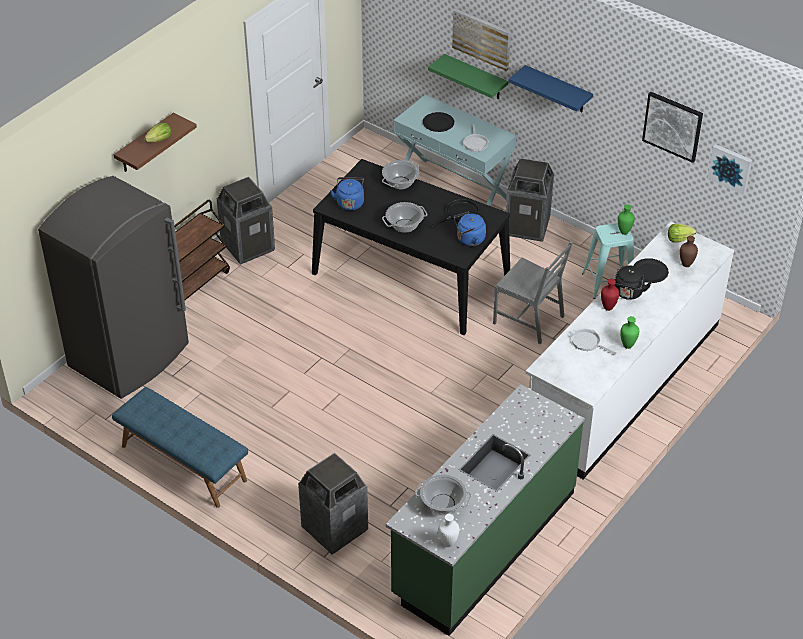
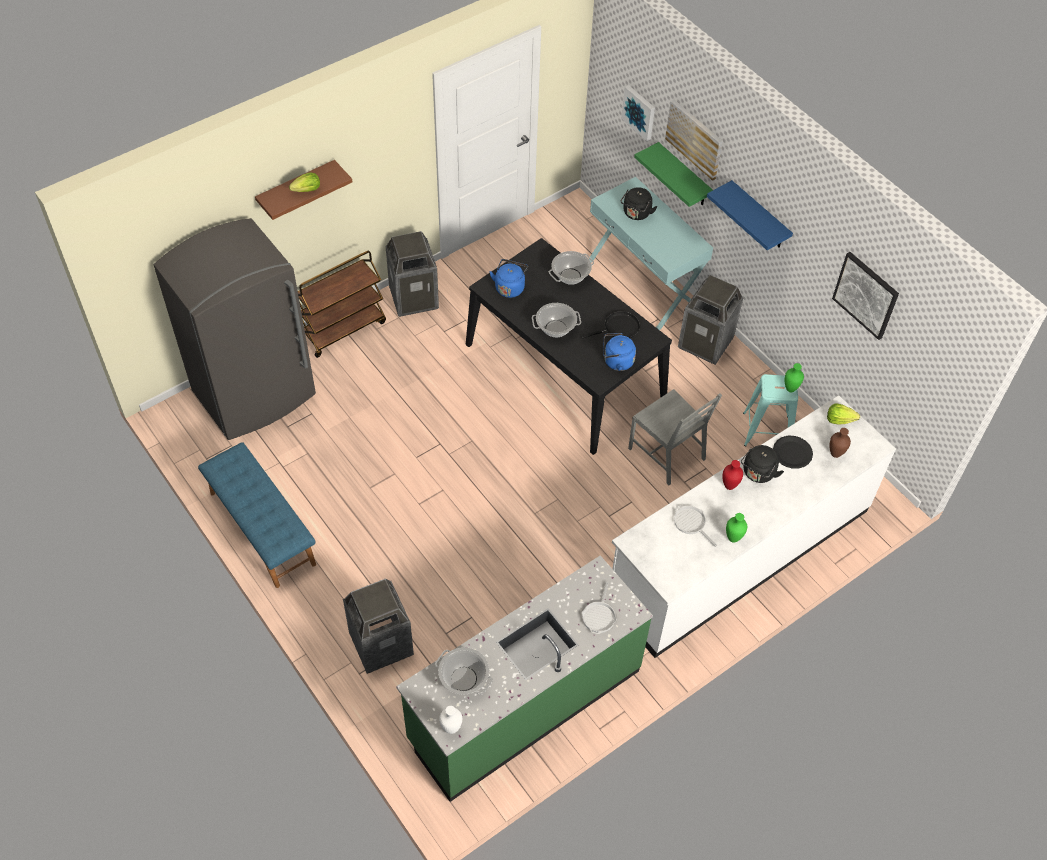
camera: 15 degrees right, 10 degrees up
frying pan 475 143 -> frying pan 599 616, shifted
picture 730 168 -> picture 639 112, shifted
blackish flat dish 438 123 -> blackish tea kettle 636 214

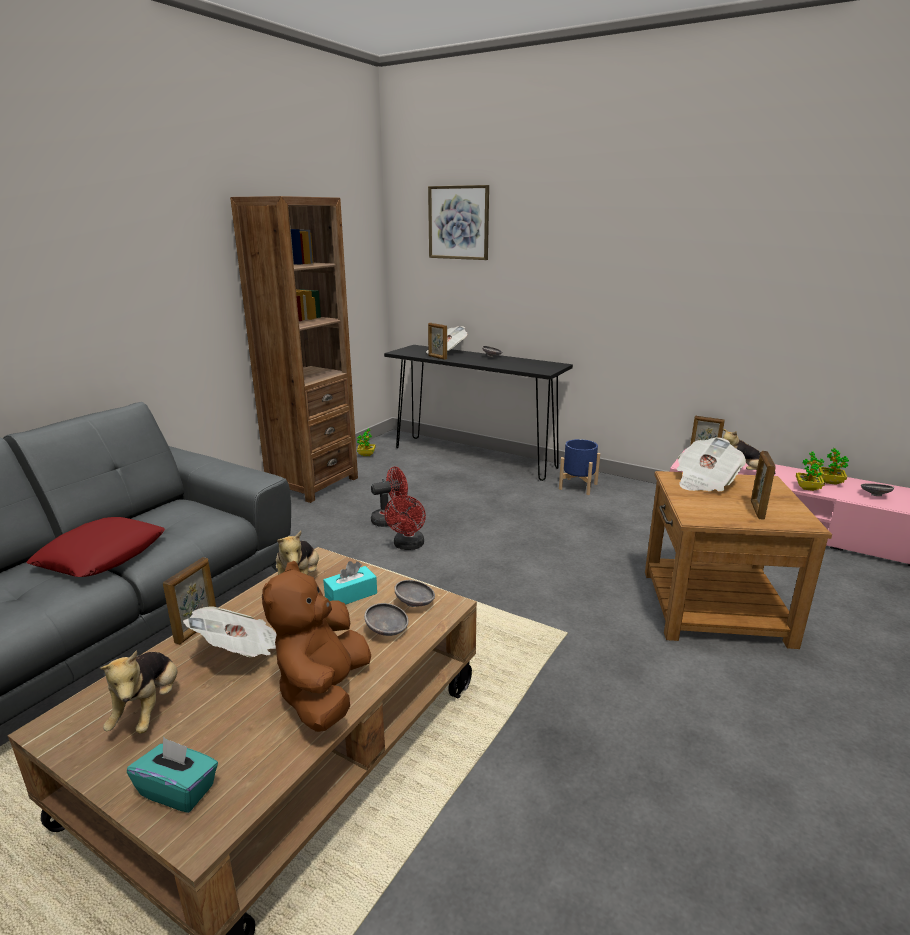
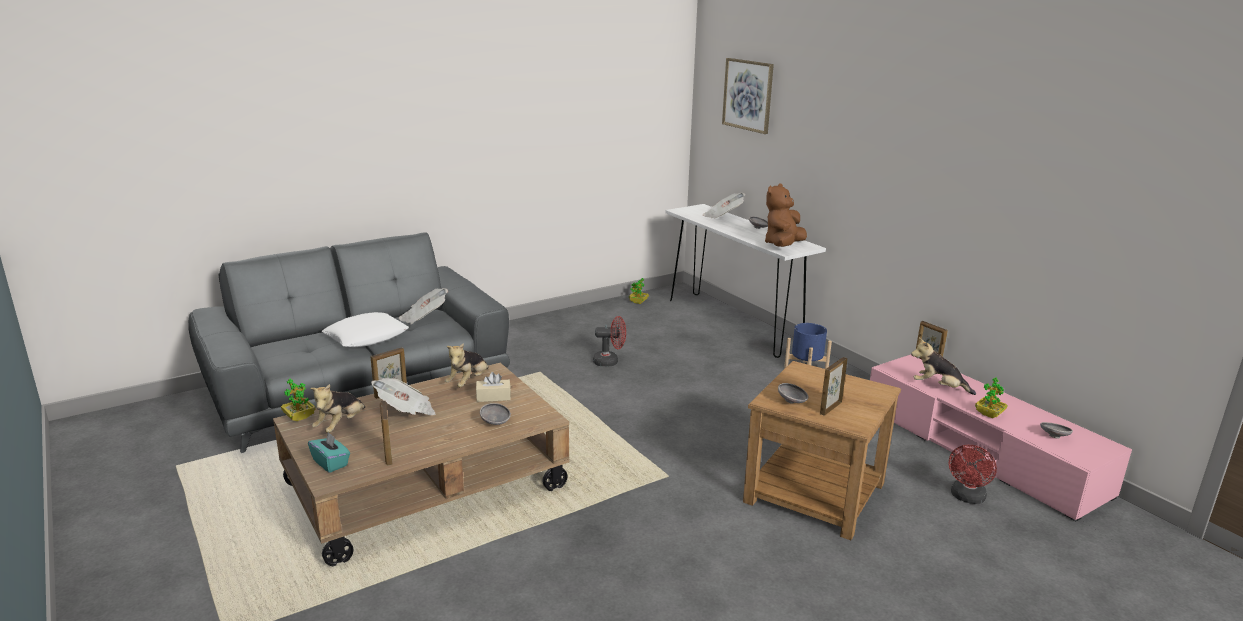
camera: 25 degrees right, 0 degrees up
brownish bookcase 312 483 -> none
brownish cuddly toy 324 693 -> brownish cuddly toy 783 245, shifted
red-coloured electric fan 408 546 -> red-coloured electric fan 967 498, shifted
gray bowl 415 604 -> gray bowl 792 402, shifted
photo frame 437 357 -> photo frame 388 455, shifted
daily paper 704 481 -> daily paper 424 318, shifted
potted plant 830 482 -> potted plant 299 417, shifted
red-coloured throw pillow 102 555 -> whitish throw pillow 366 337
blue-green tissue holder 351 595 -> beige tissue holder 493 397
blackish console table 473 457 -> whitish console table 733 323

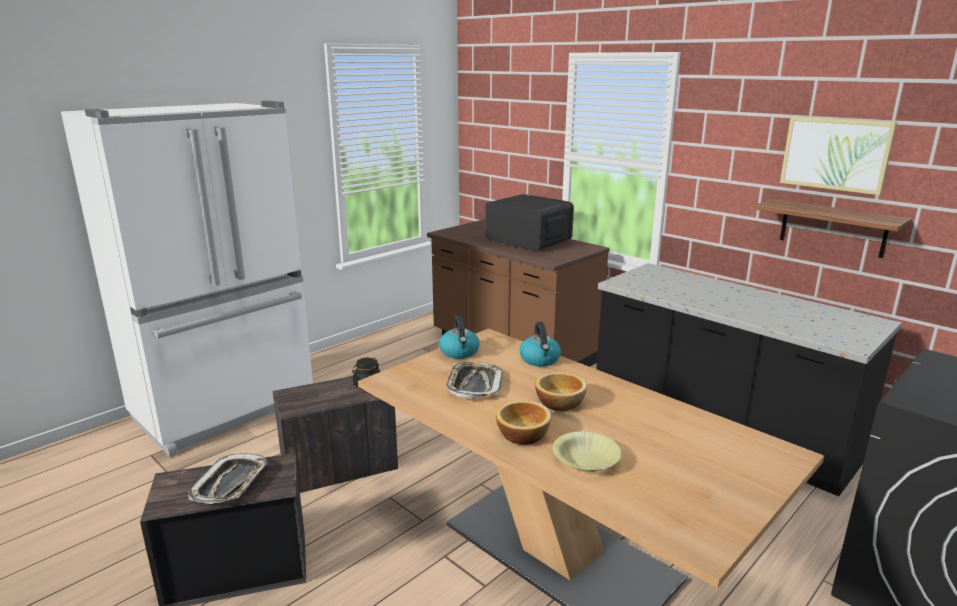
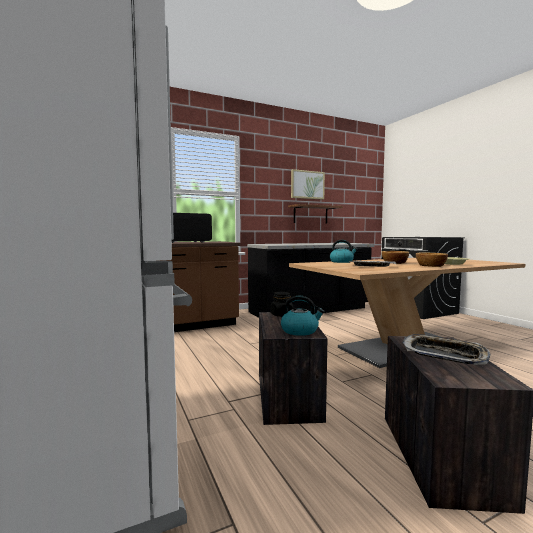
camera: 70 degrees left, 15 degrees down
tea kettle 459 352 -> tea kettle 300 331, shifted

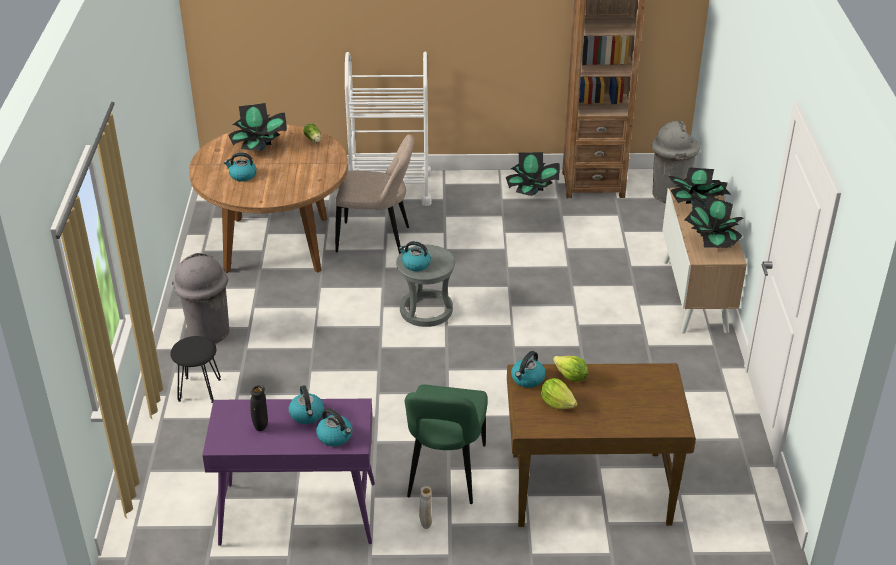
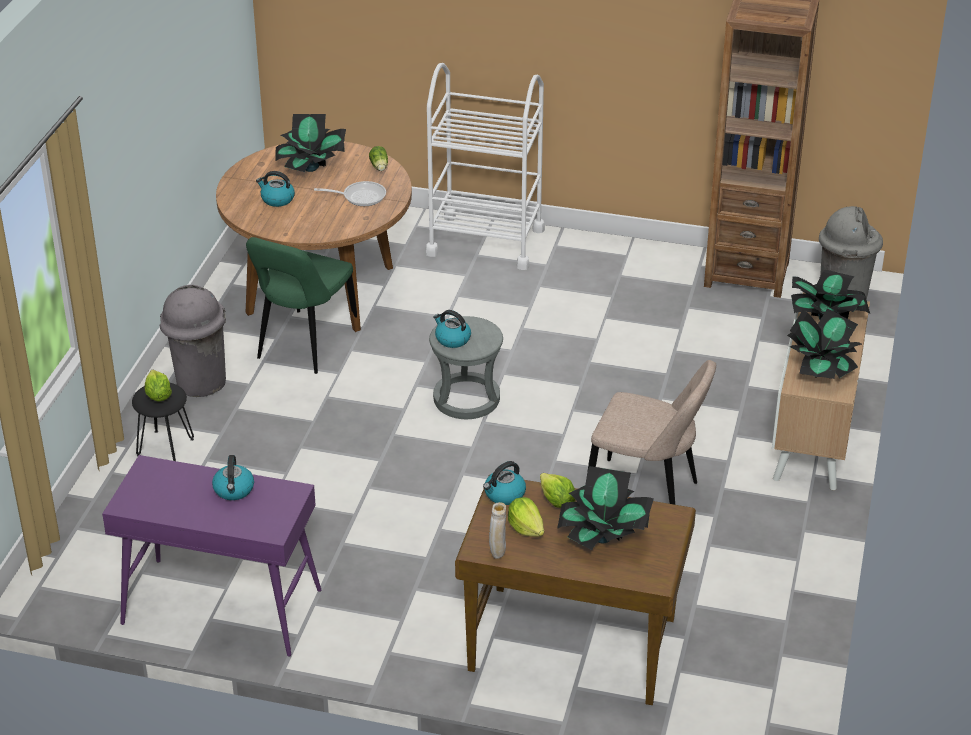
camera: 15 degrees right, 0 degrees up
blackish decorative vase 261 427 -> none
tea kettle 335 436 -> none
none -> lettuce head 158 396
none -> frying pan 360 196
beige chair 377 240 -> beige chair 647 496, shifted
green-coloured chair 445 474 -> green-coloured chair 304 345, shifted
beige decorative vase 425 525 -> beige decorative vase 497 554, shifted
potted plant 532 192 -> potted plant 603 538, shifted

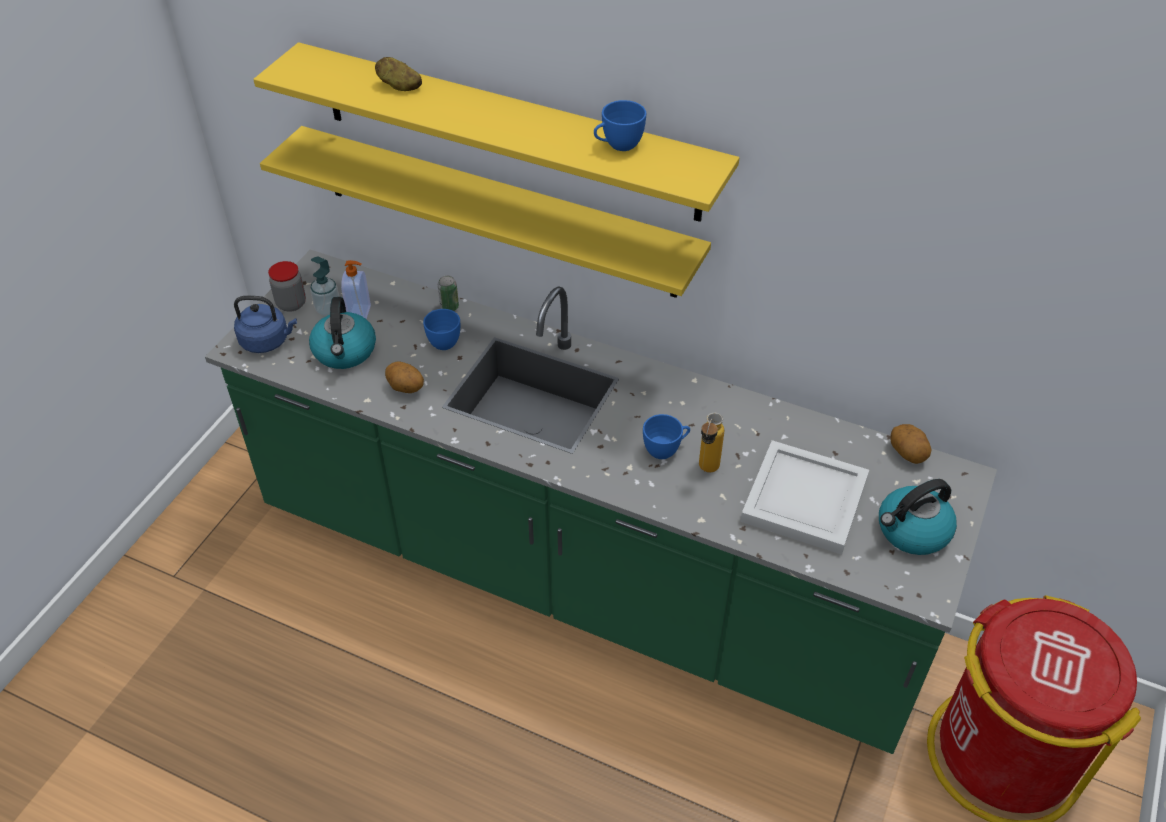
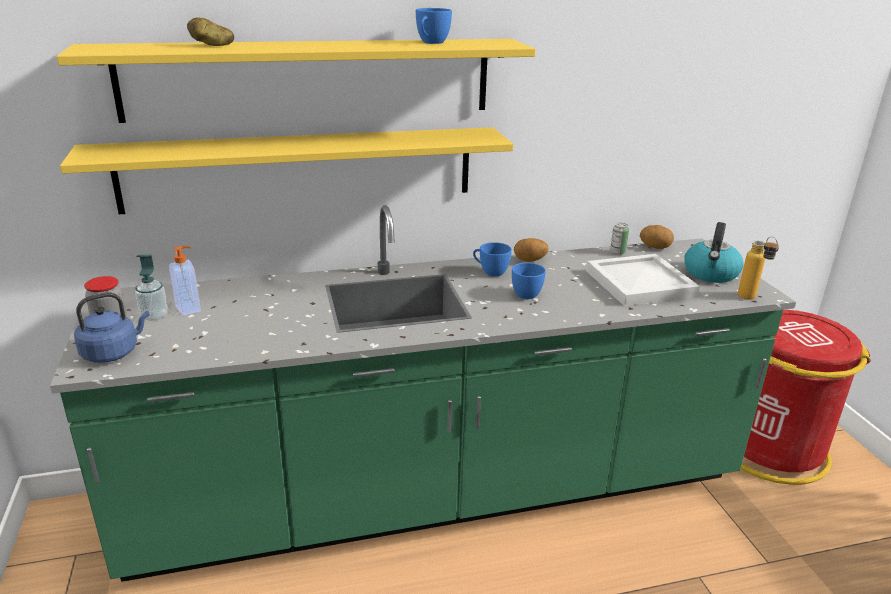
camera: 40 degrees left, 20 degrees down
tea kettle 345 352 -> none
spud 405 388 -> spud 530 260, shifted
blue small cup 442 340 -> blue small cup 490 272, shifted
sealed can 449 307 -> sealed can 617 252, shifted
bottle 706 472 -> bottle 751 299, shifted

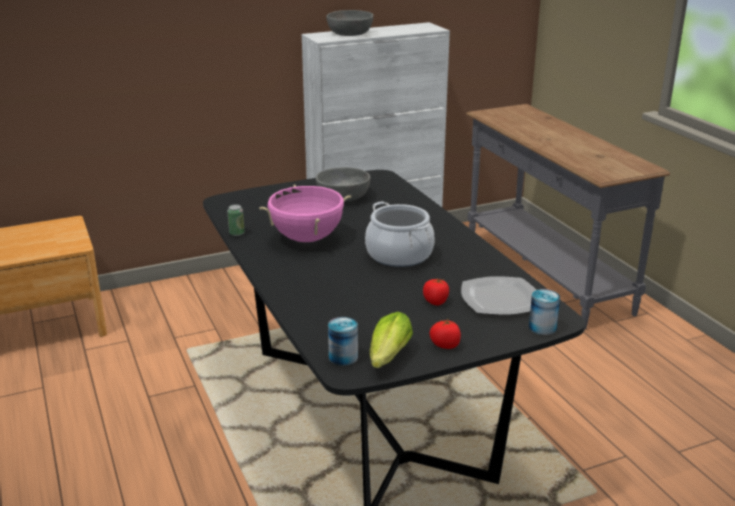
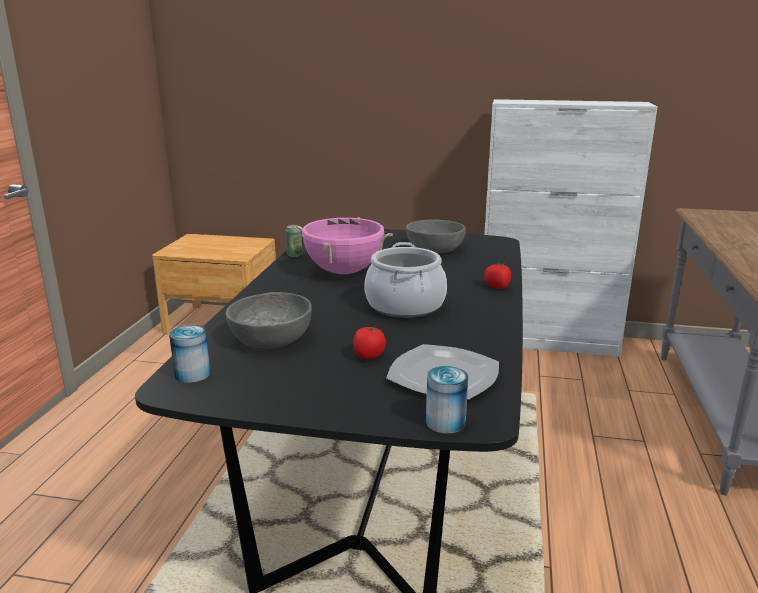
camera: 35 degrees right, 5 degrees down
lettuce head 387 359 -> none
gray bowl 350 33 -> gray bowl 271 339, shifted
whole tomato 445 345 -> whole tomato 497 286, shifted

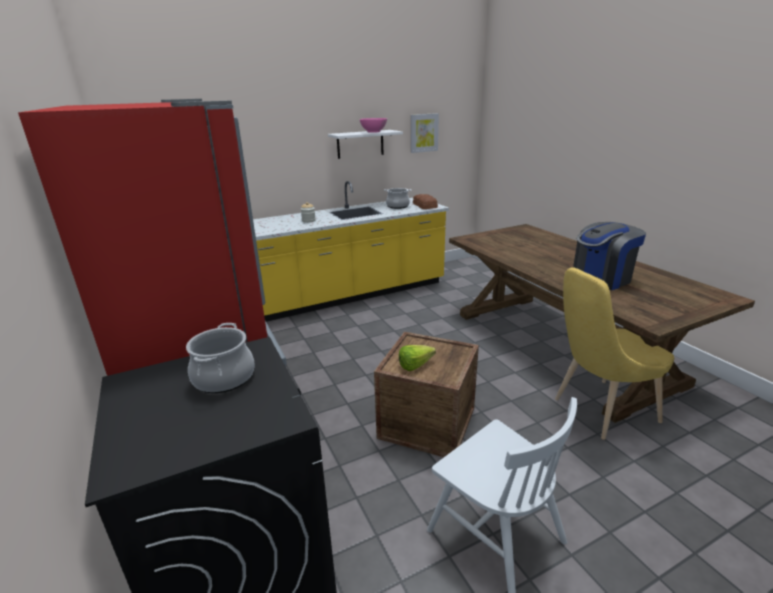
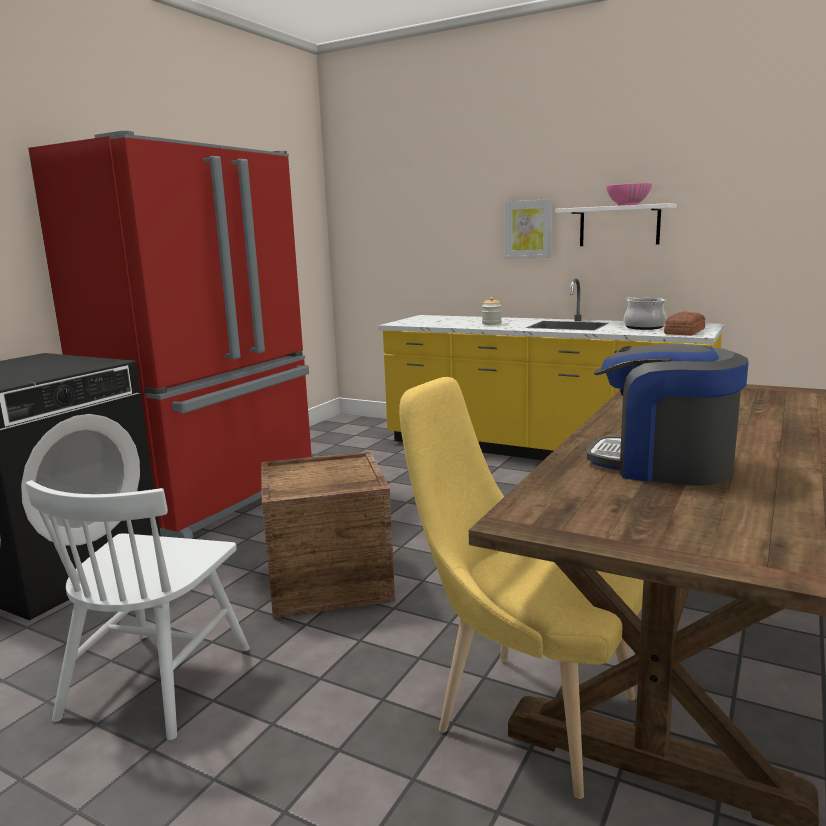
camera: 55 degrees right, 10 degrees down
saucepot 224 378 -> none
lettuce head 418 365 -> none
picture 423 133 -> picture 528 229, shifted

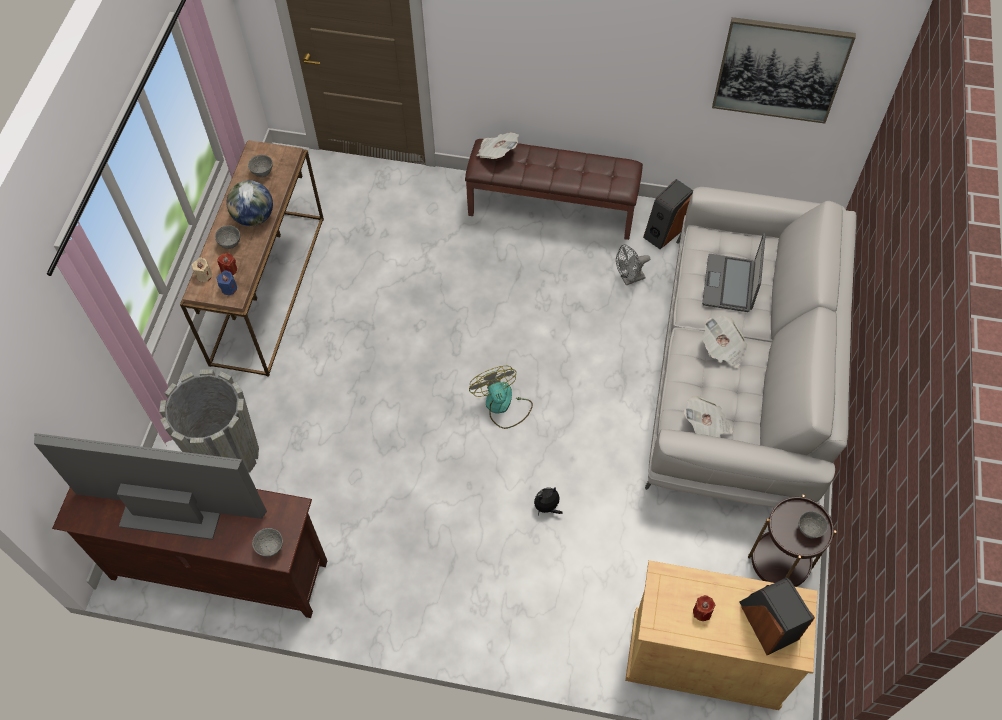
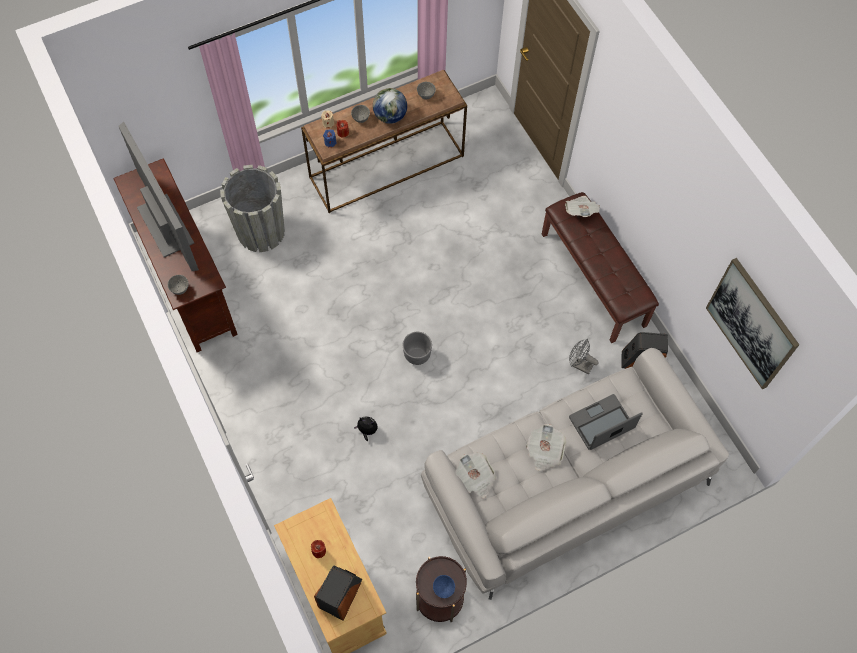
camera: 50 degrees right, 5 degrees up
electric fan 502 405 -> gray flower pot 416 355
gray bowl 809 529 -> blue bowl 444 589

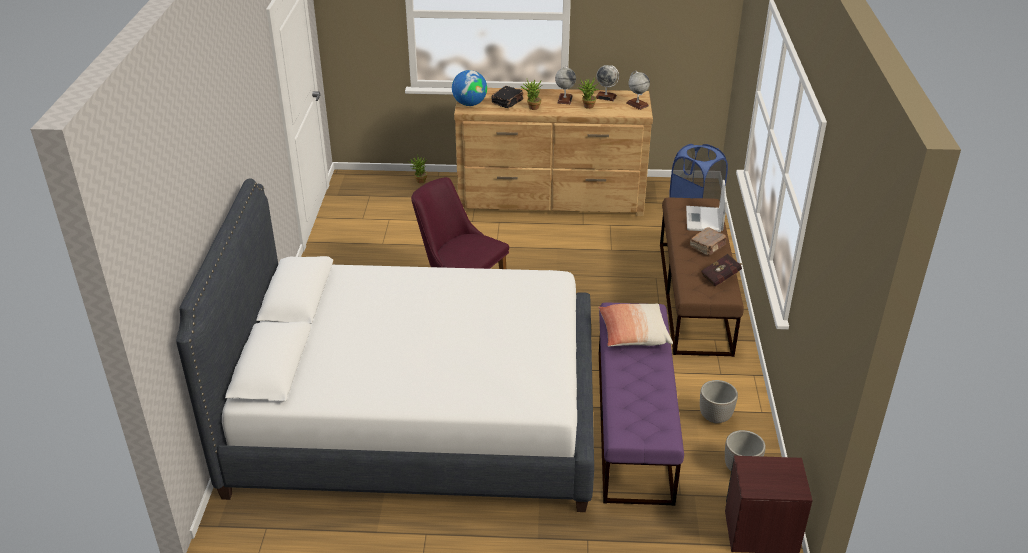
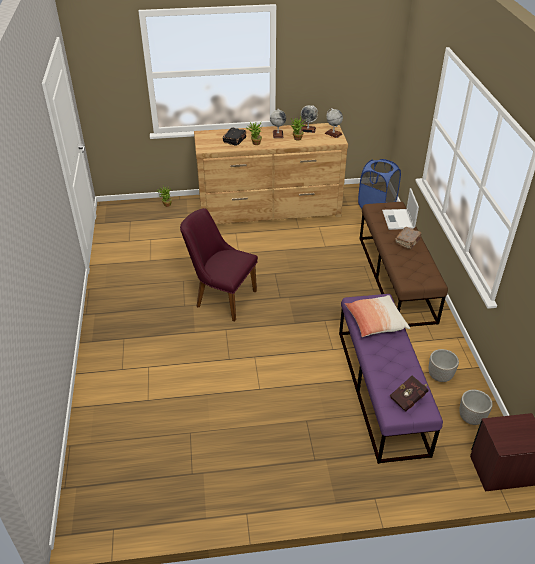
camera: 10 degrees left, 5 degrees up
whitish sleeping bed 416 415 -> none
world globe 469 104 -> none
red-coloured volume 722 278 -> red-coloured volume 409 398, shifted

